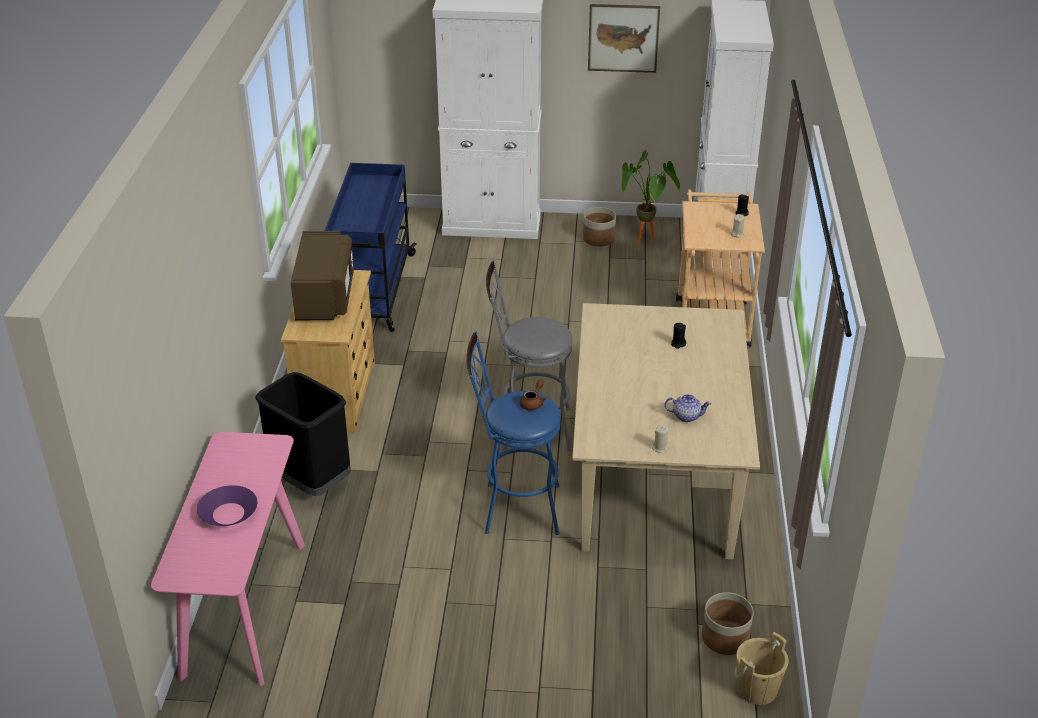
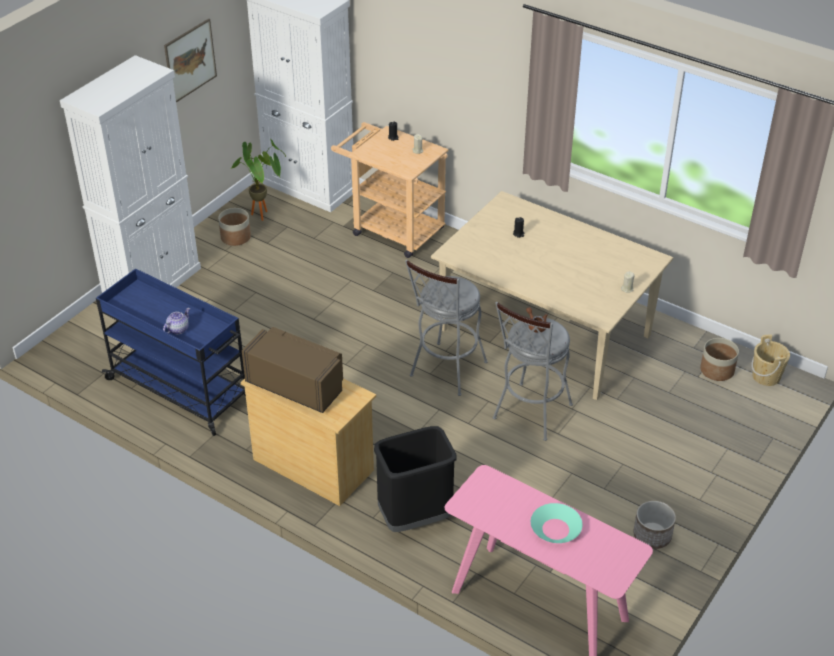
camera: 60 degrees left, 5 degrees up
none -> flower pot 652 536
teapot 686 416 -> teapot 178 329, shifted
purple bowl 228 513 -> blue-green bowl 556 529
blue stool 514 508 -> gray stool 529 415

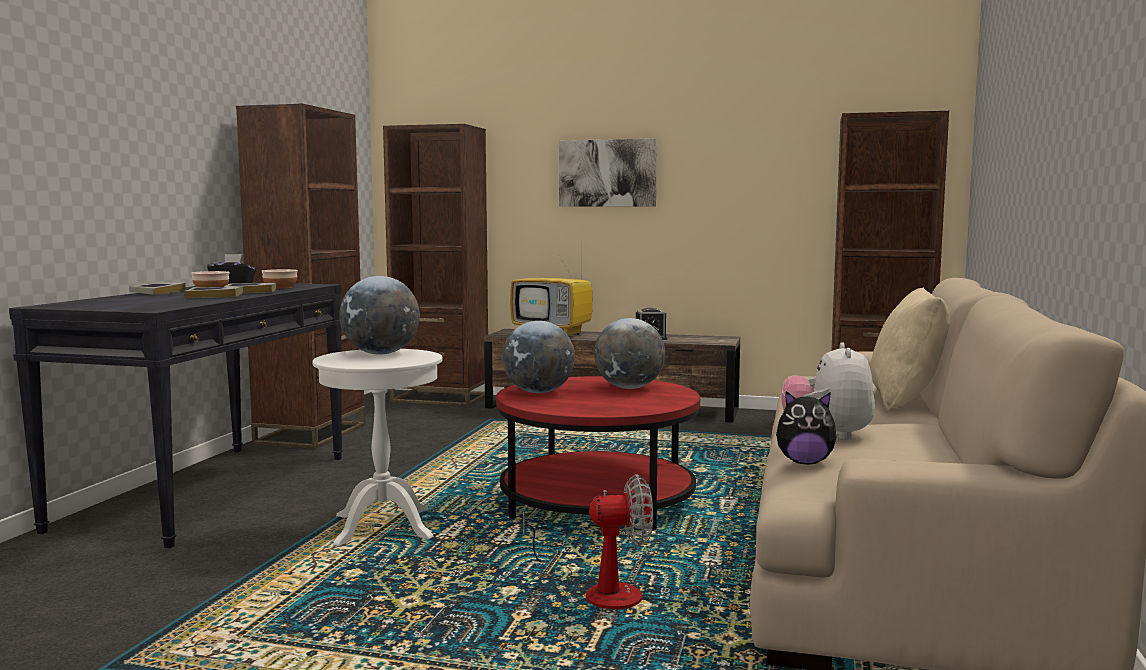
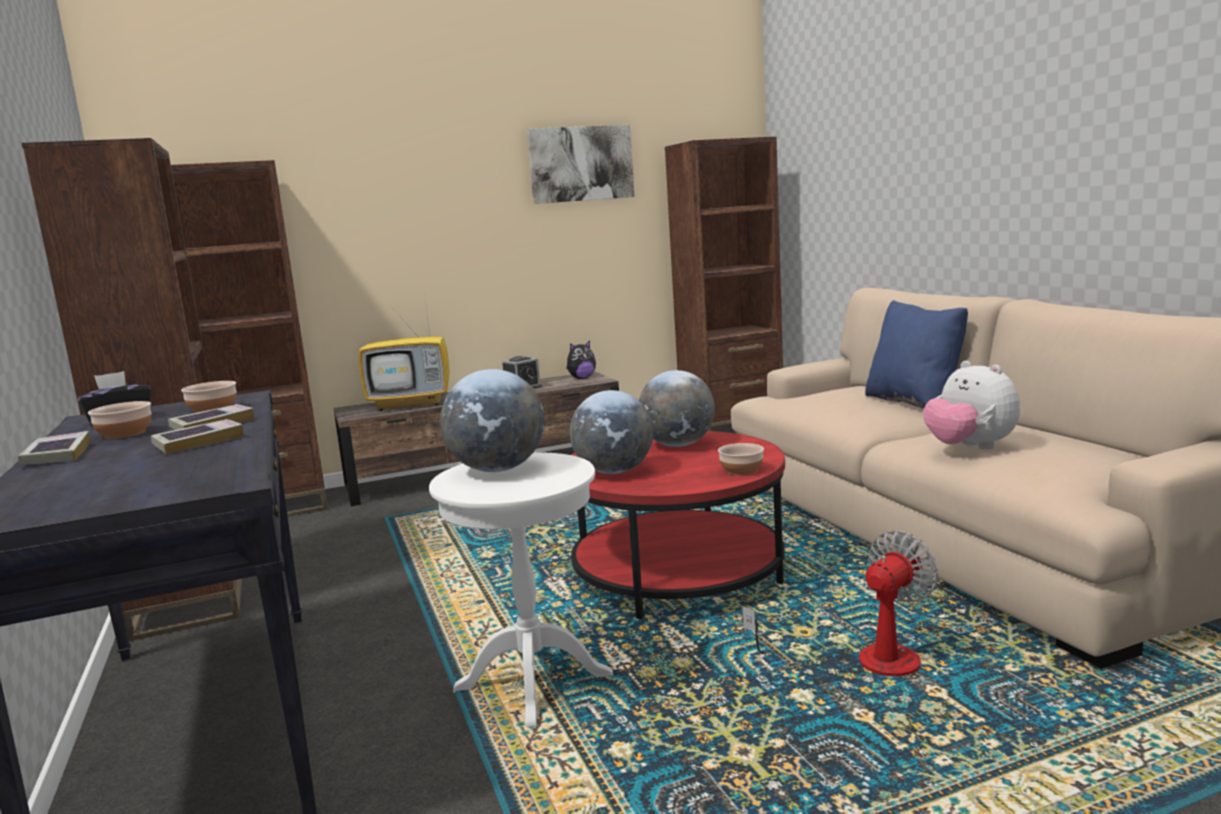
camera: 35 degrees left, 5 degrees up
none -> bowl 741 470
picture 607 173 -> picture 581 164, shifted
cuddly toy 805 462 -> cuddly toy 581 378, shifted
beige throw pillow 906 400 -> blue throw pillow 914 402

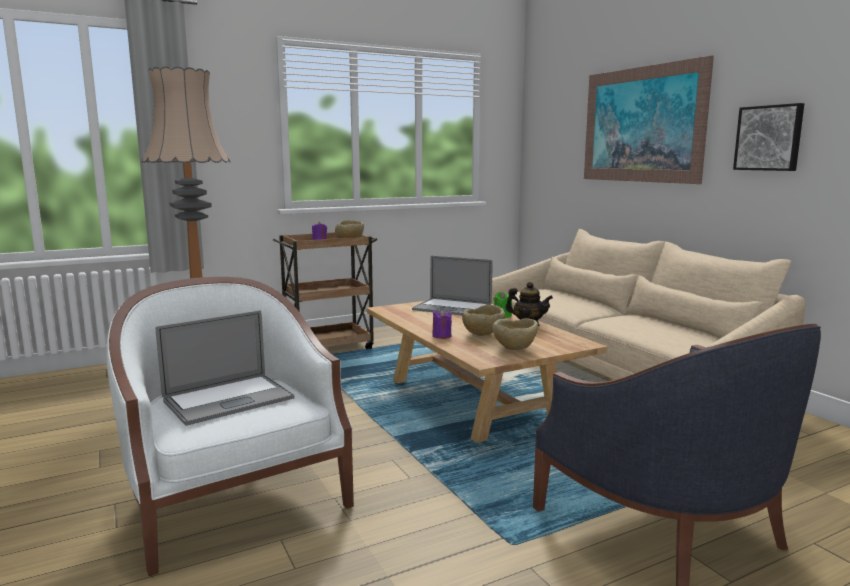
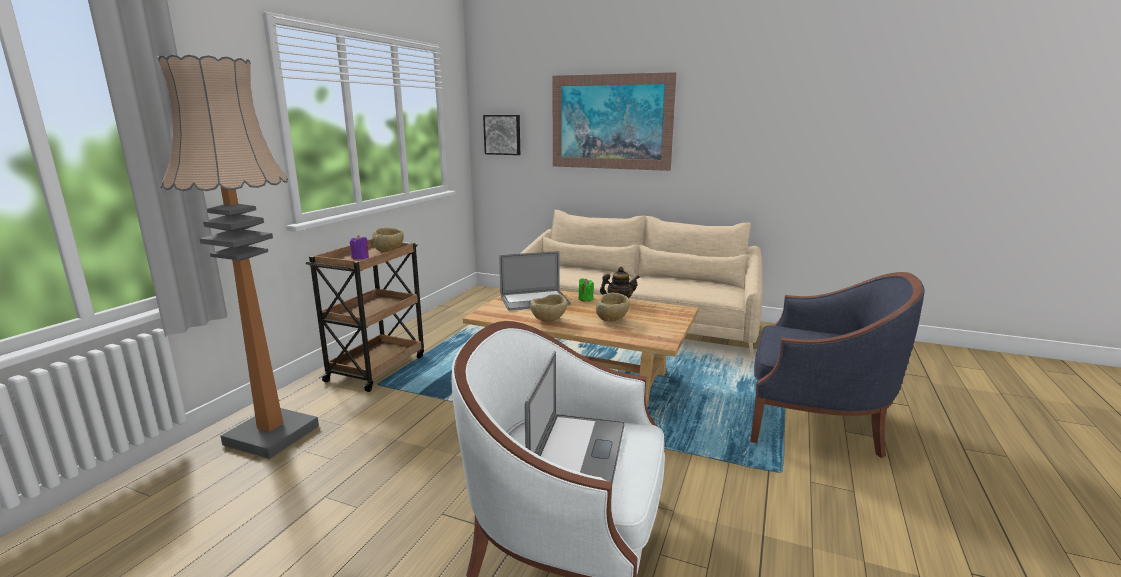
camera: 40 degrees left, 5 degrees up
purple wax light 441 336 -> none
beige bowl 514 350 -> beige bowl 549 321, shifted
picture 769 138 -> picture 502 134, shifted

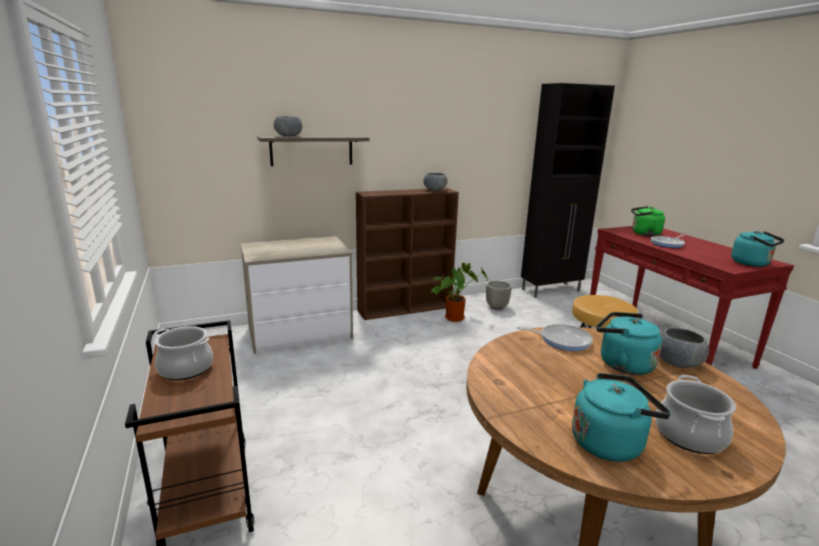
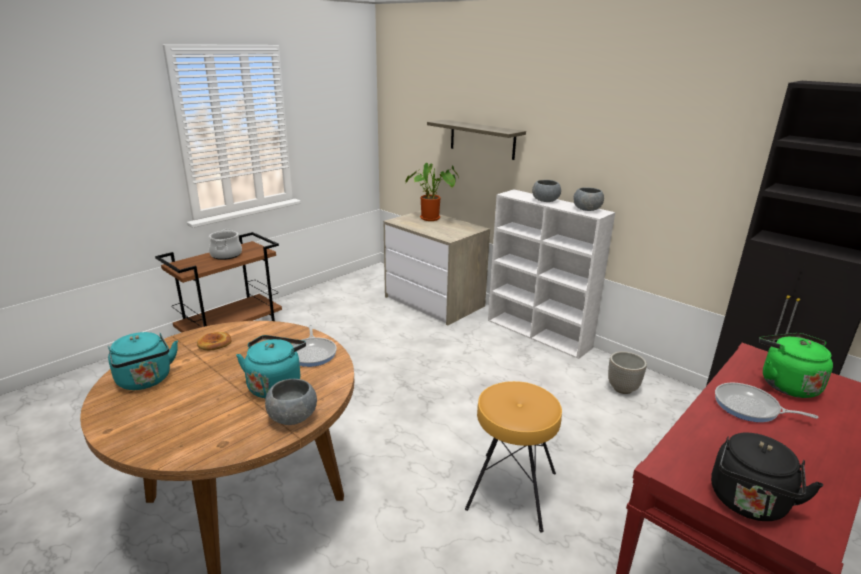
camera: 65 degrees right, 5 degrees up
saucepot 689 435 -> none
none -> bakery bread 214 343
gray bowl 288 136 -> gray bowl 545 201, shifted
potted plant 455 317 -> potted plant 432 218, shifted
brownish bookcase 406 308 -> whitish bookcase 539 334
blue-green tea kettle 752 263 -> blackish tea kettle 748 503

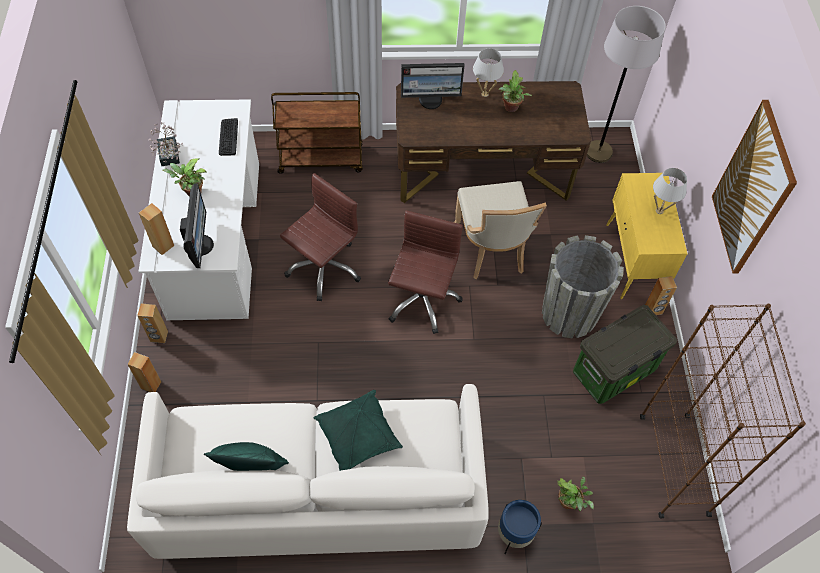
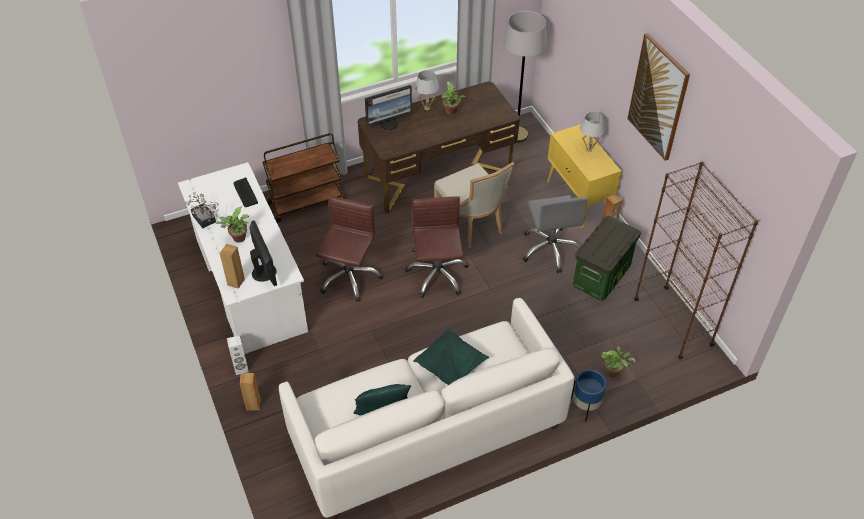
camera: 20 degrees left, 10 degrees down
gray flower pot 569 314 -> gray computer chair 550 249
brownish speaker 159 336 -> whitish speaker 241 369

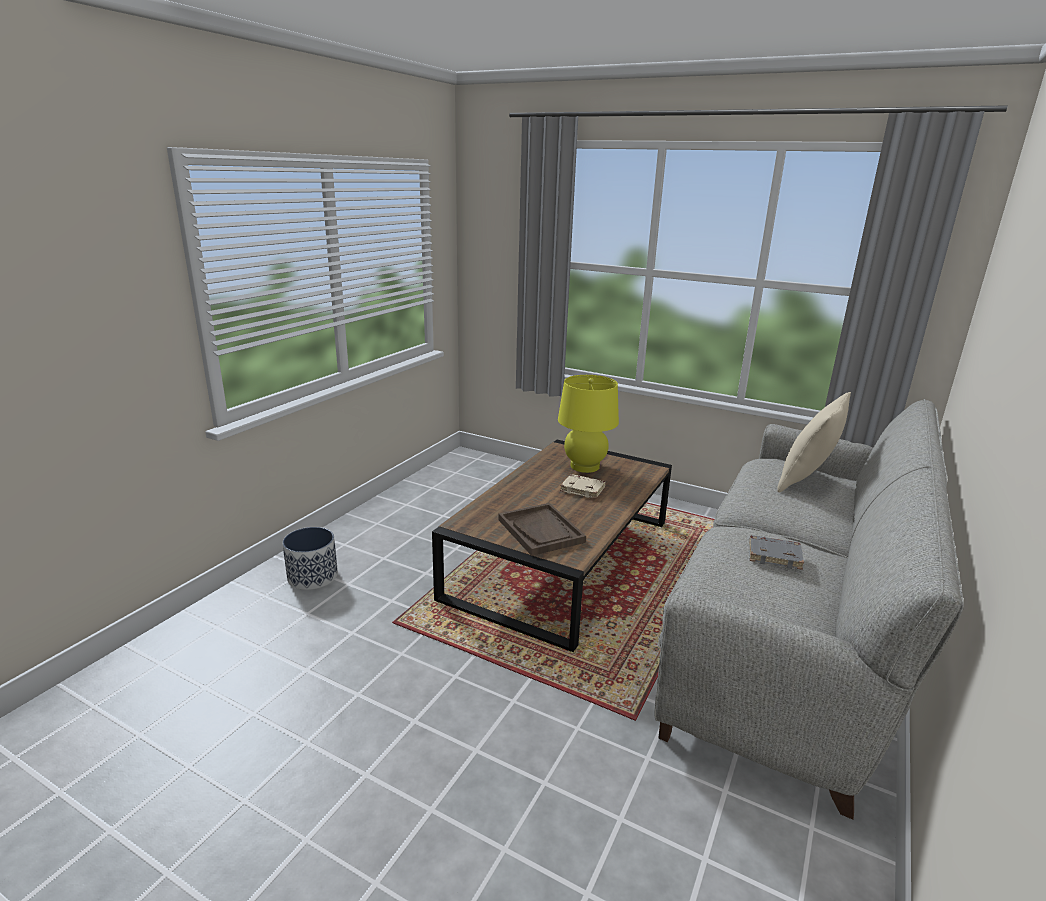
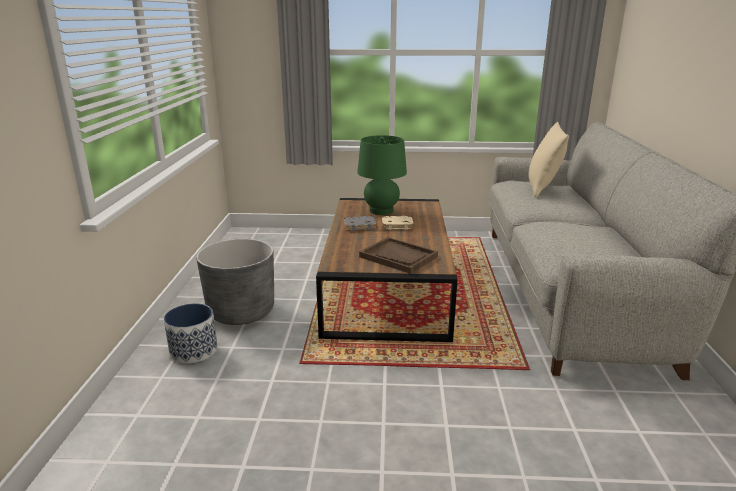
camera: 25 degrees left, 0 degrees up
none -> gray flower pot 241 311
gray volume 775 555 -> gray volume 359 225, shifted
yellowish tabletop lamp 584 466 -> green-coloured tabletop lamp 381 211

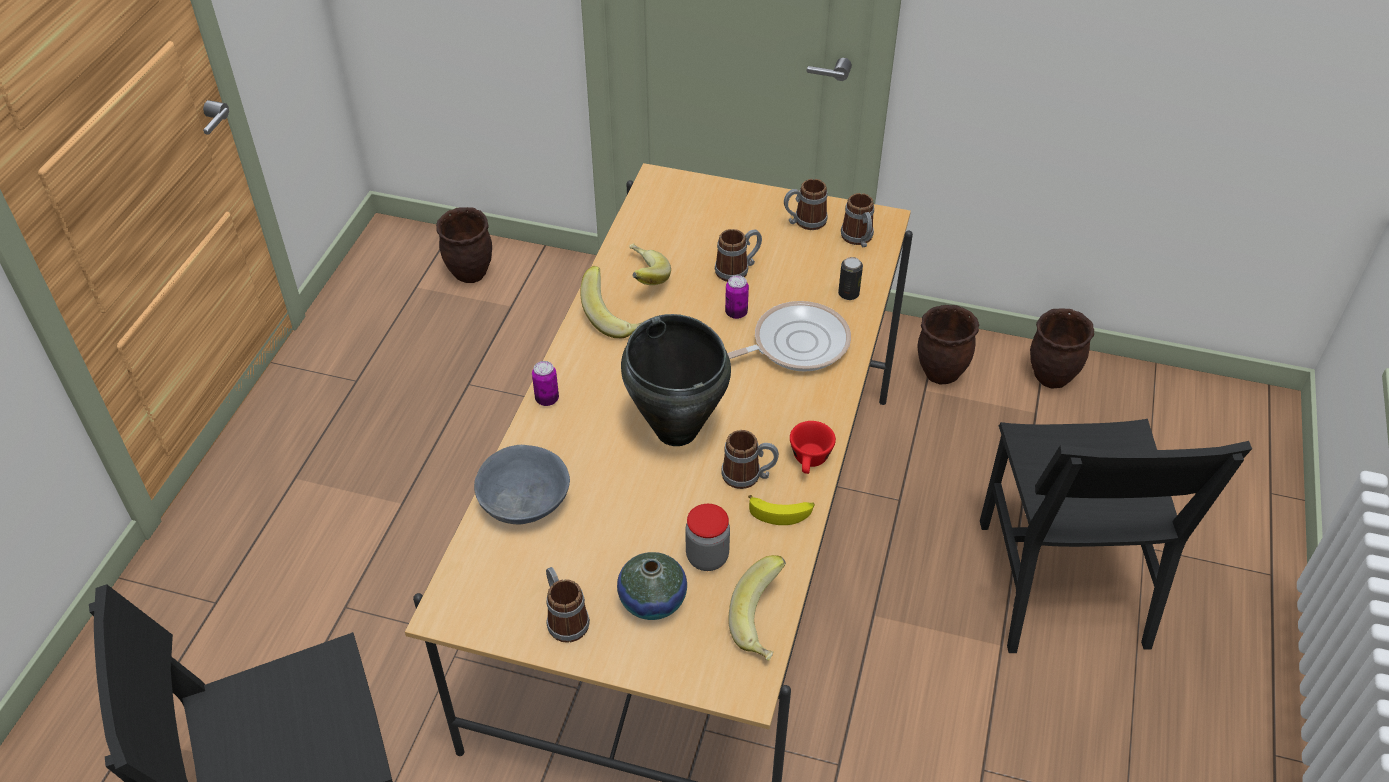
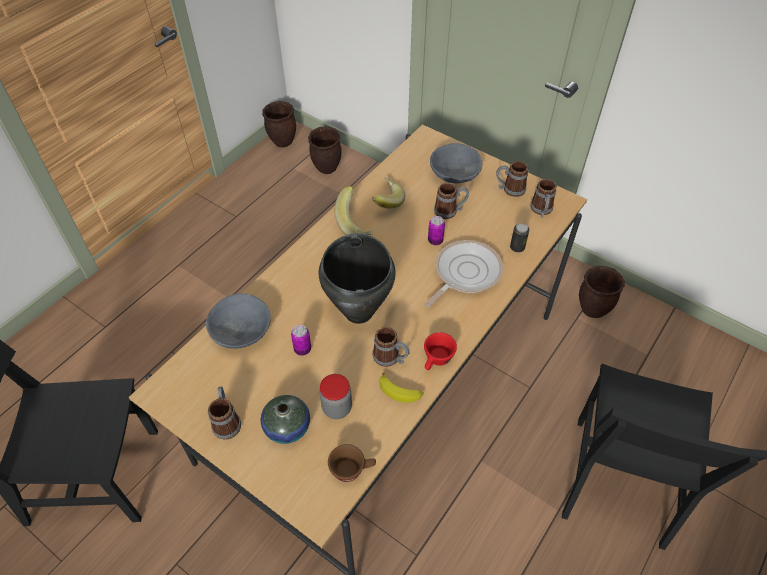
camera: 20 degrees right, 5 degrees up
none -> gray bowl 454 173
sealed can 547 399 -> sealed can 302 349, shifted
brownish flower pot 1050 377 -> brownish flower pot 283 141, shifted
banana 764 623 -> brownish small cup 352 469
frying pan 795 344 -> frying pan 464 273, 45 degrees counterclockwise

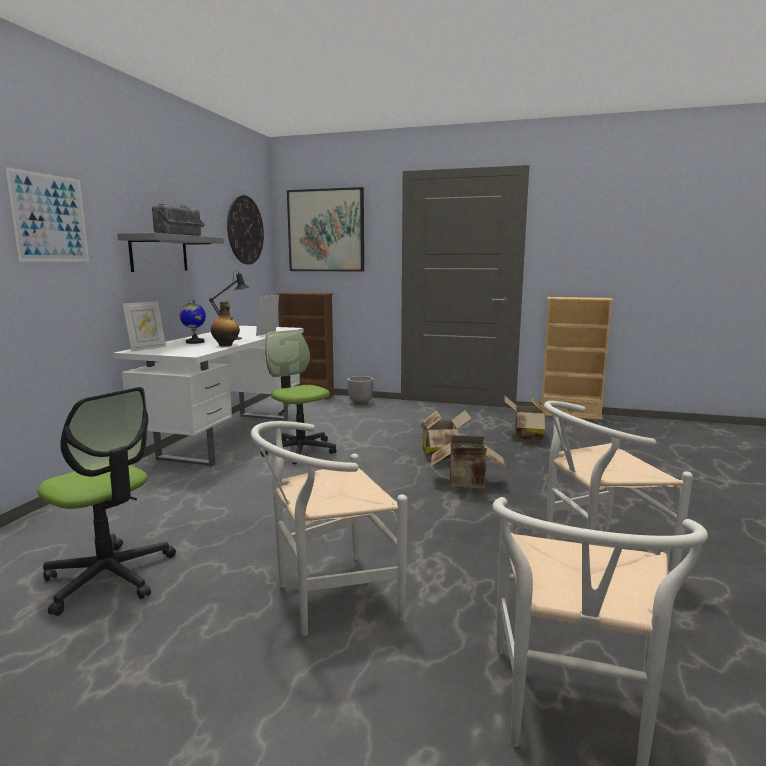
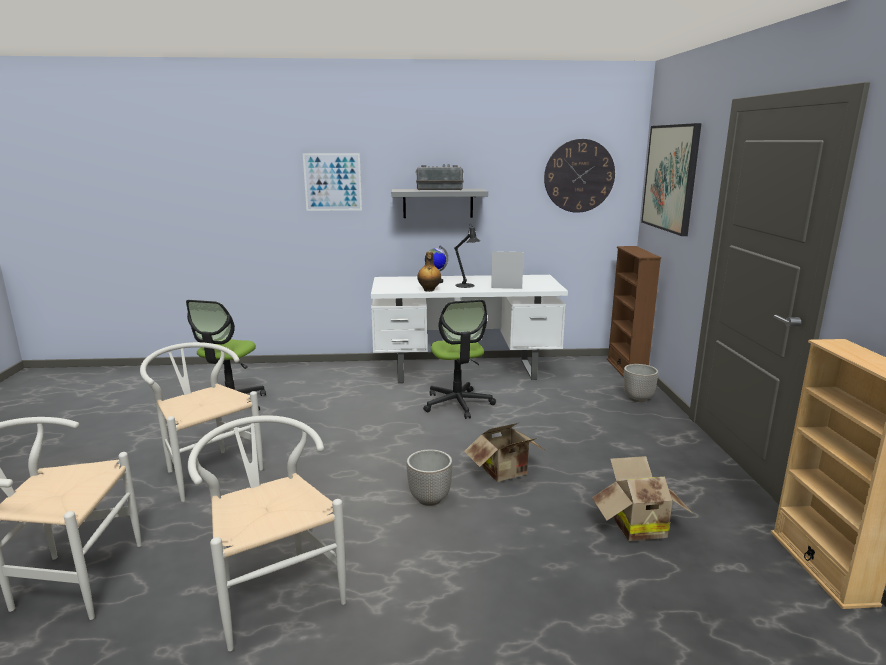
camera: 70 degrees right, 5 degrees up
photo frame 147 348 -> none
carton 468 484 -> flower pot 430 499
computer chair 300 450 -> computer chair 457 404, 135 degrees clockwise

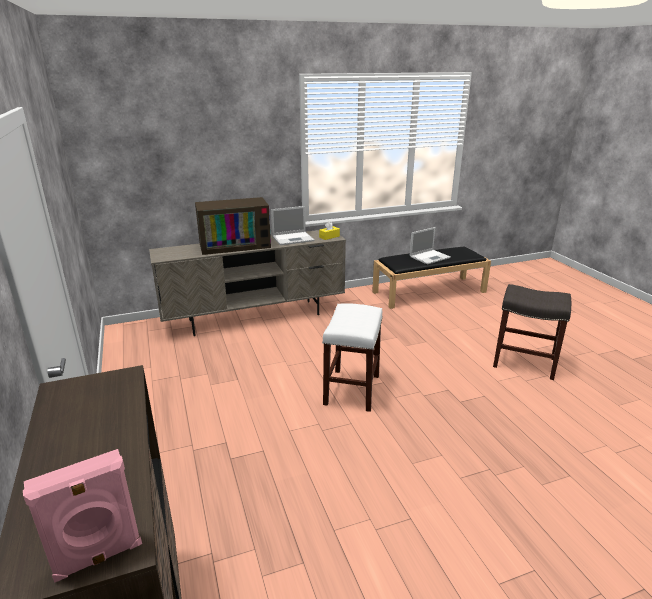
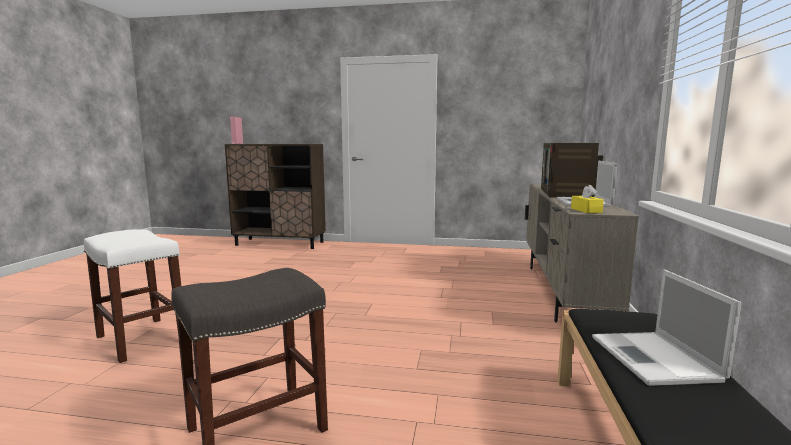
camera: 120 degrees right, 15 degrees down
whitish stool 351 389 -> whitish stool 142 339, shifted

